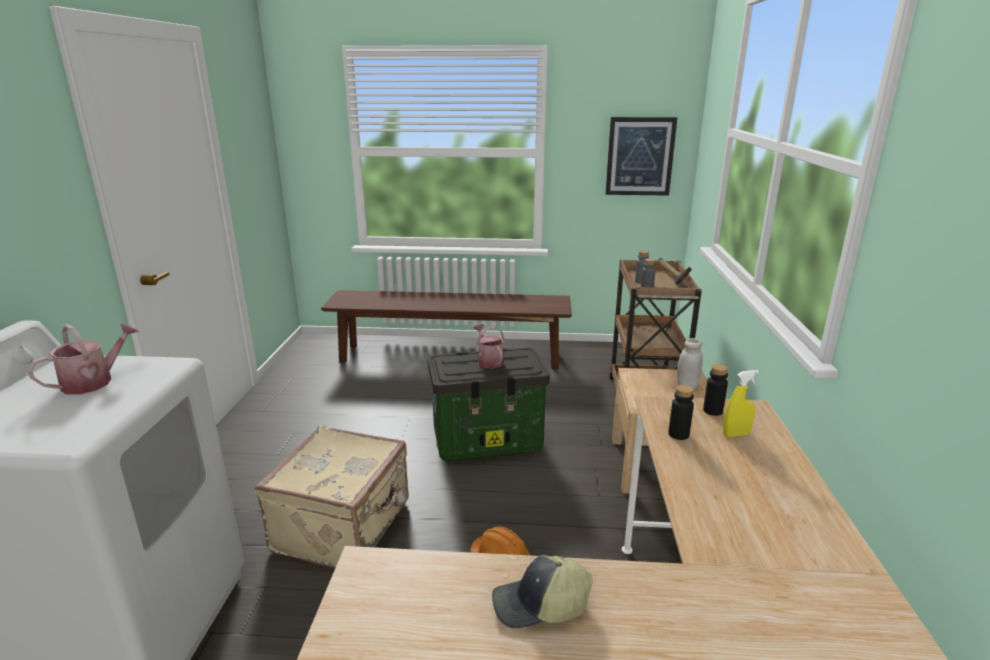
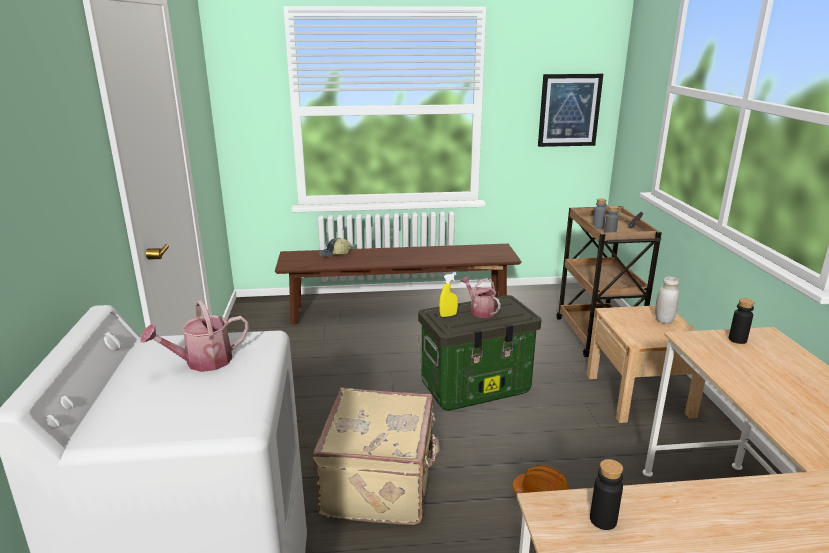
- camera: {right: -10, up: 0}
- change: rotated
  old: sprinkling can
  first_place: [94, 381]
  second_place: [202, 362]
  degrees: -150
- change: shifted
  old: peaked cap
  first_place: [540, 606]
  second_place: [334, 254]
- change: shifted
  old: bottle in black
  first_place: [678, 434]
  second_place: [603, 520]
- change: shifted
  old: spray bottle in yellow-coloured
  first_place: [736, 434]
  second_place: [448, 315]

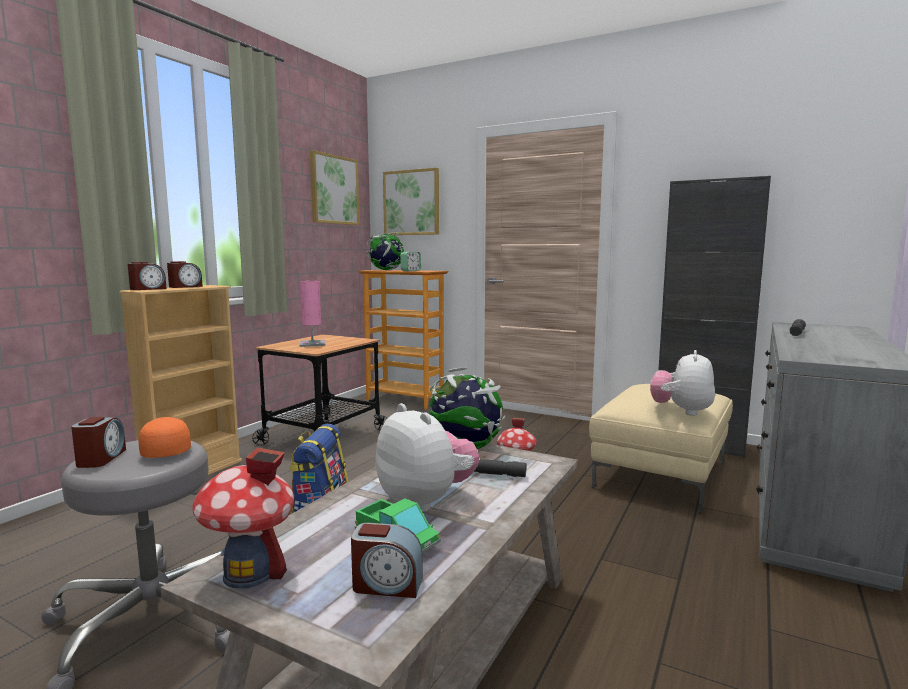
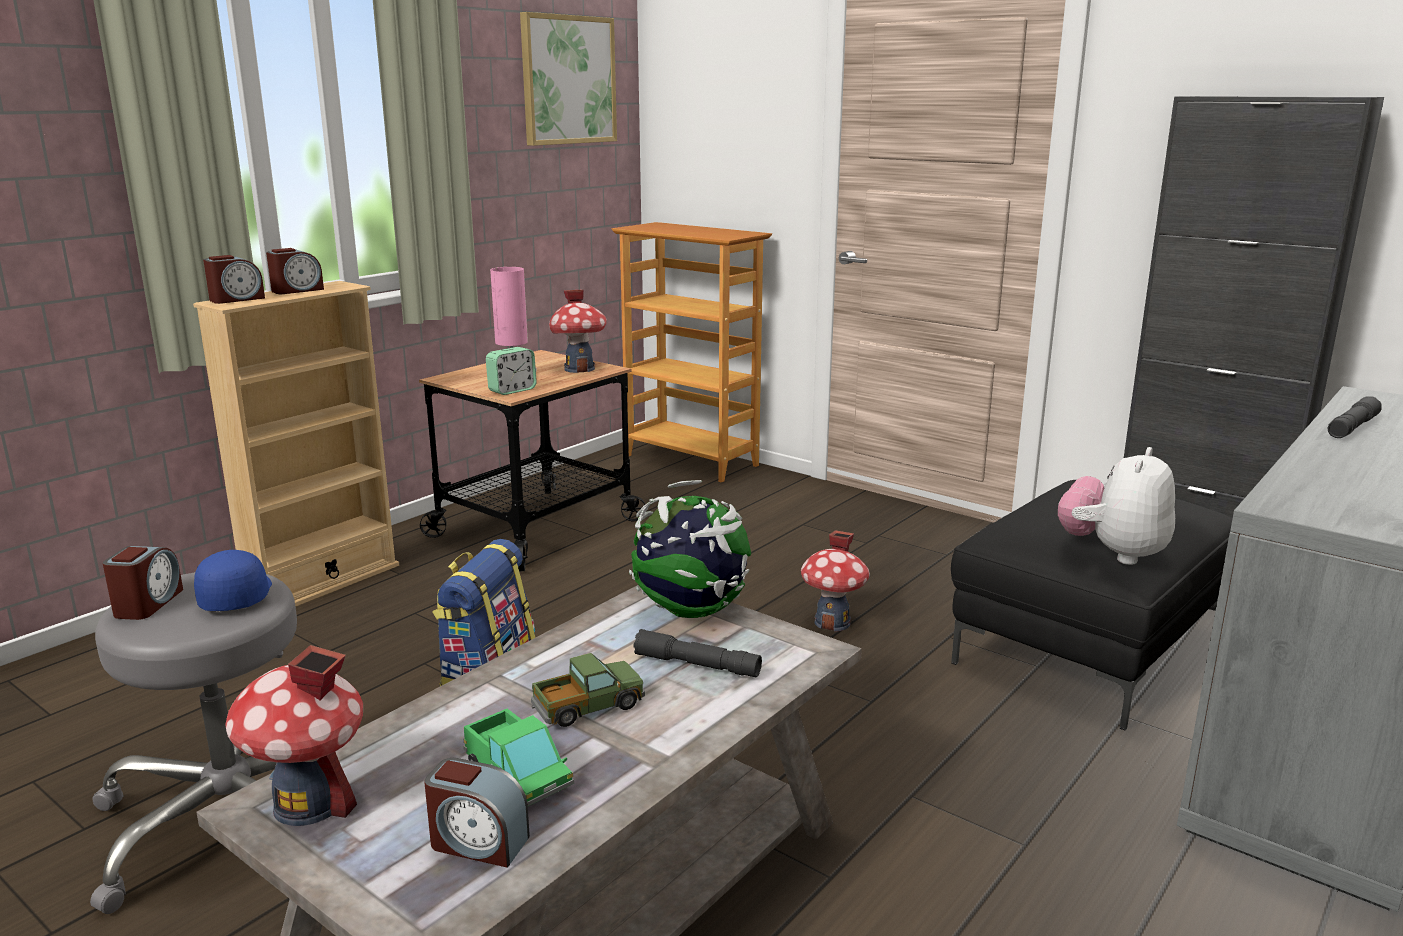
- camera: {right: 10, up: 10}
- change: repainted
  old: peaked cap in orangey
  new: peaked cap in bluish
  first_place: [166, 451]
  second_place: [235, 596]
- change: gone
  old: world globe
  first_place: [386, 270]
- change: swapped
  old: cuddly toy
  new: model truck
  first_place: [426, 501]
  second_place: [588, 707]
- change: gone
  old: wall art
  first_place: [411, 203]
- change: shifted
  old: bedside clock
  first_place: [410, 271]
  second_place: [512, 390]
- change: repainted
  old: footrest in beige-coloured
  new: footrest in black
  first_place: [662, 475]
  second_place: [1089, 649]
- change: new
  new: miniature house
  second_place: [579, 369]

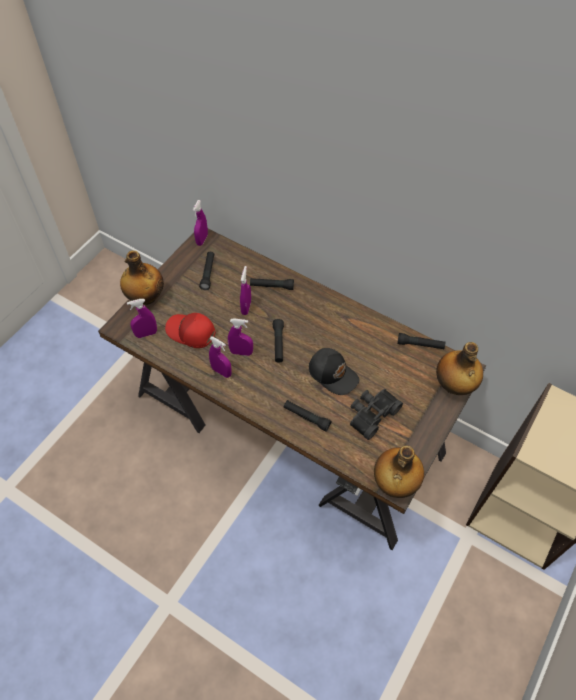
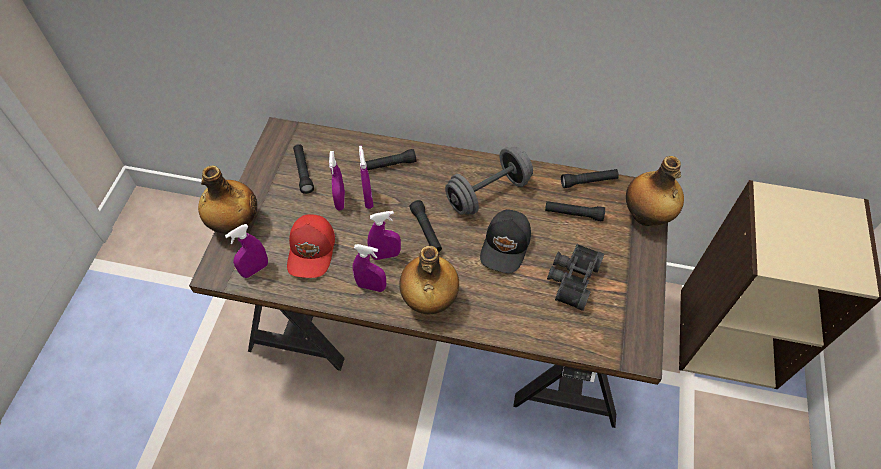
- camera: {right: -20, up: 0}
- change: rotated
  old: peaked cap in red
  first_place: [191, 333]
  second_place: [312, 250]
  degrees: -90
- change: shifted
  old: spray bottle in purplish
  first_place: [202, 239]
  second_place: [340, 201]
- change: shifted
  old: flashlight in black
  first_place: [306, 417]
  second_place: [573, 214]
- change: rotated
  old: peaked cap in black
  first_place: [333, 374]
  second_place: [506, 246]
  degrees: 90
- change: shifted
  old: bottle
  first_place: [394, 483]
  second_place: [429, 300]
- change: new
  new: free weight in gray
  second_place: [488, 193]

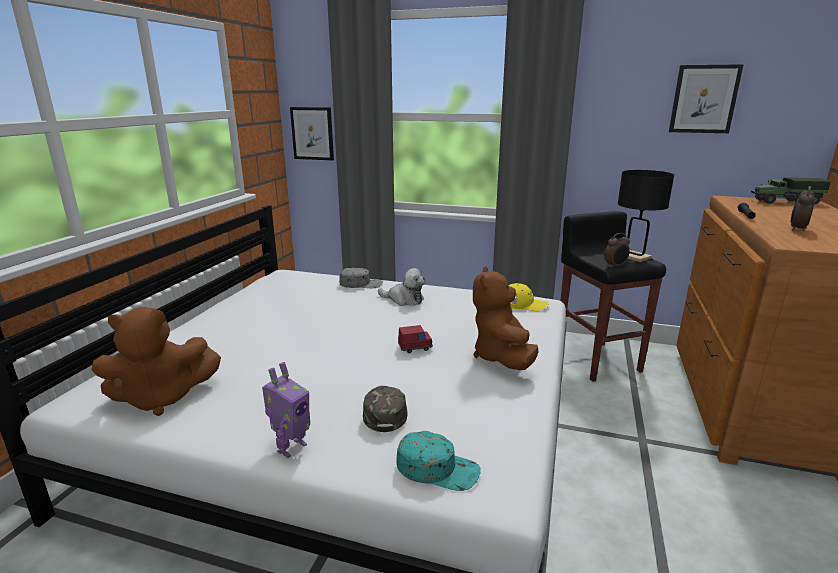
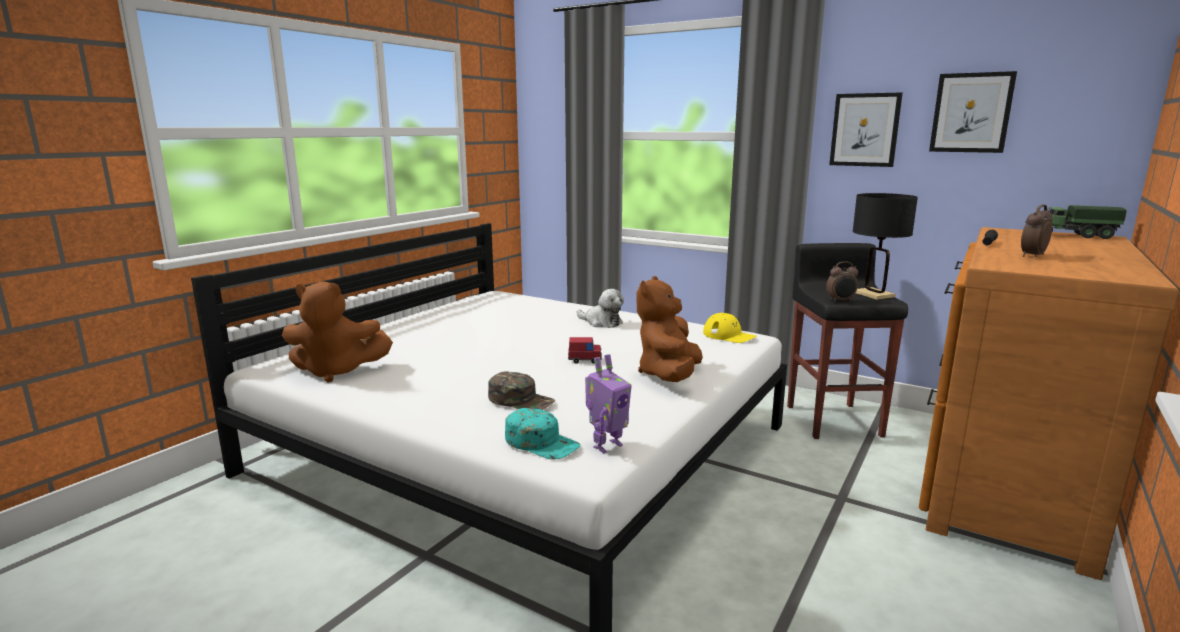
- camera: {right: 15, up: -5}
- change: shifted
  old: robot figure
  first_place: [290, 447]
  second_place: [606, 445]
- change: shifted
  old: wall art
  first_place: [312, 133]
  second_place: [865, 130]
- change: gone
  old: peaked cap in gray
  first_place: [361, 283]
- change: rotated
  old: peaked cap in greenish
  first_place: [384, 411]
  second_place: [521, 400]
  degrees: 105

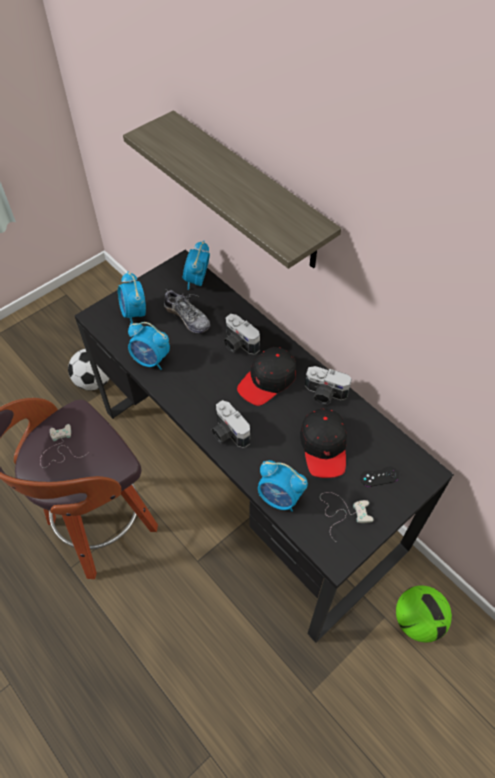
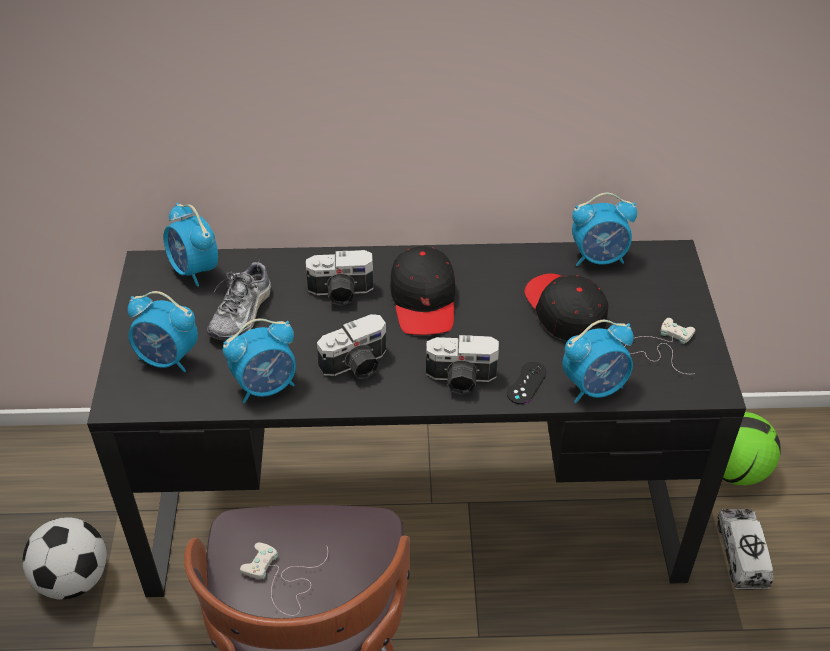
- camera: {right: -50, up: -10}
- change: gone
  old: wall shelf
  first_place: [250, 192]
- change: rotated
  old: low shoe
  first_place: [187, 317]
  second_place: [242, 313]
  degrees: 120
- change: rotated
  old: peaked cap in black
  first_place: [324, 447]
  second_place: [564, 311]
  degrees: -150
- change: shifted
  old: still camera
  first_place: [324, 394]
  second_place: [357, 365]
- change: shifted
  old: gamepad in black
  first_place: [379, 476]
  second_place: [526, 383]
- change: new
  new: bedside clock
  second_place: [599, 258]
- change: new
  new: model truck
  second_place: [741, 555]

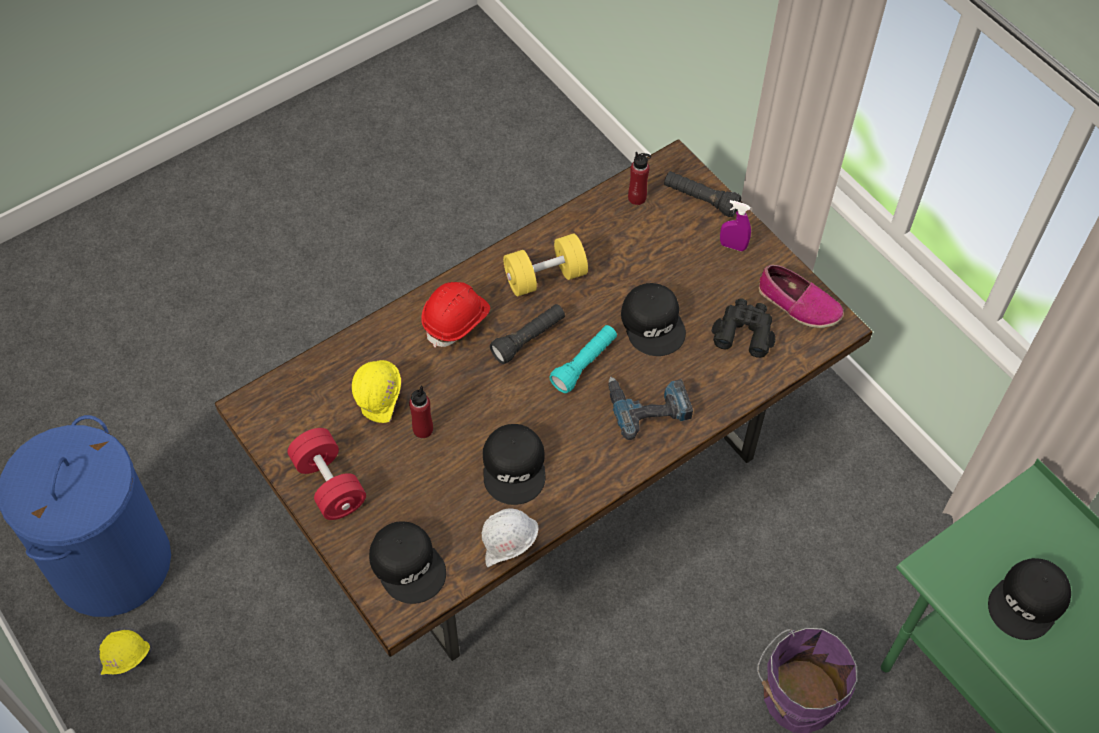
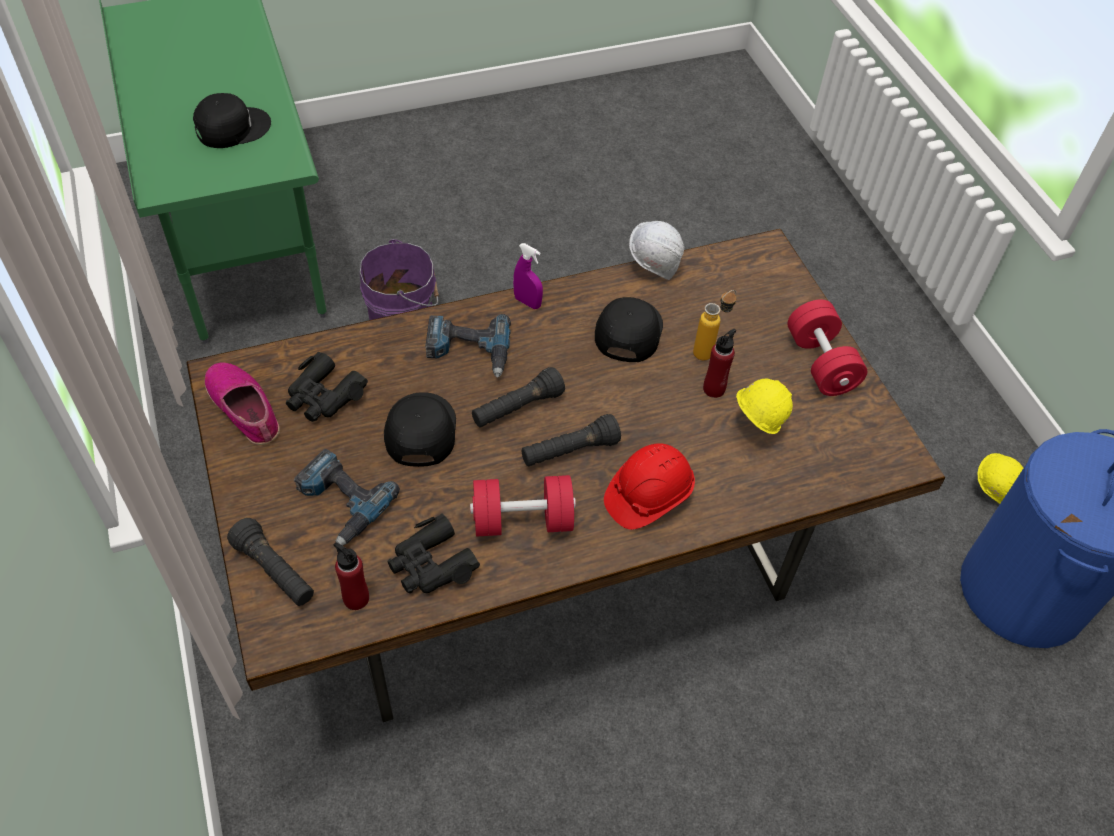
- camera: {right: -165, up: -5}
- change: gone
  old: peaked cap in black
  first_place: [408, 564]
- change: repainted
  old: free weight in yellow-coloured
  new: free weight in red
  first_place: [545, 277]
  second_place: [522, 520]
- change: repainted
  old: flashlight in turquoise
  new: flashlight in black
  first_place: [584, 364]
  second_place: [517, 408]
- change: shifted
  old: spray bottle in purplish
  first_place: [733, 246]
  second_place: [527, 302]
- change: new
  new: electric drill
  second_place: [340, 503]
- change: new
  new: field glasses in black
  second_place: [431, 564]
- change: new
  new: bottle
  second_place: [709, 350]

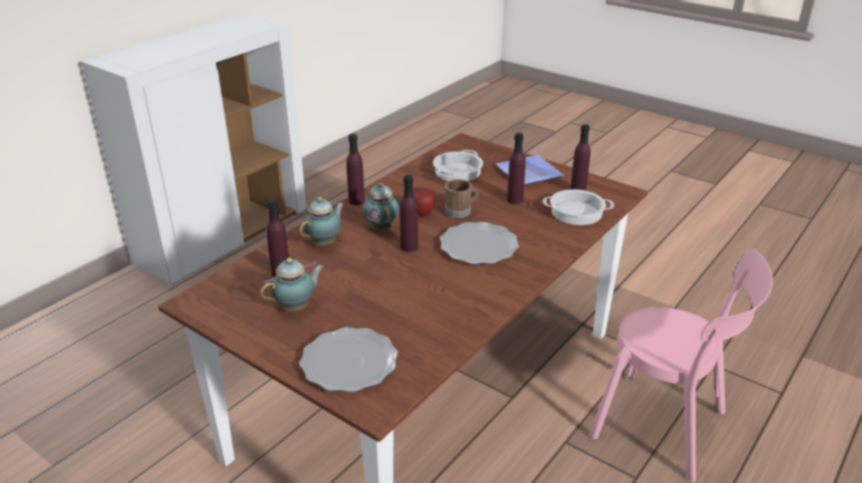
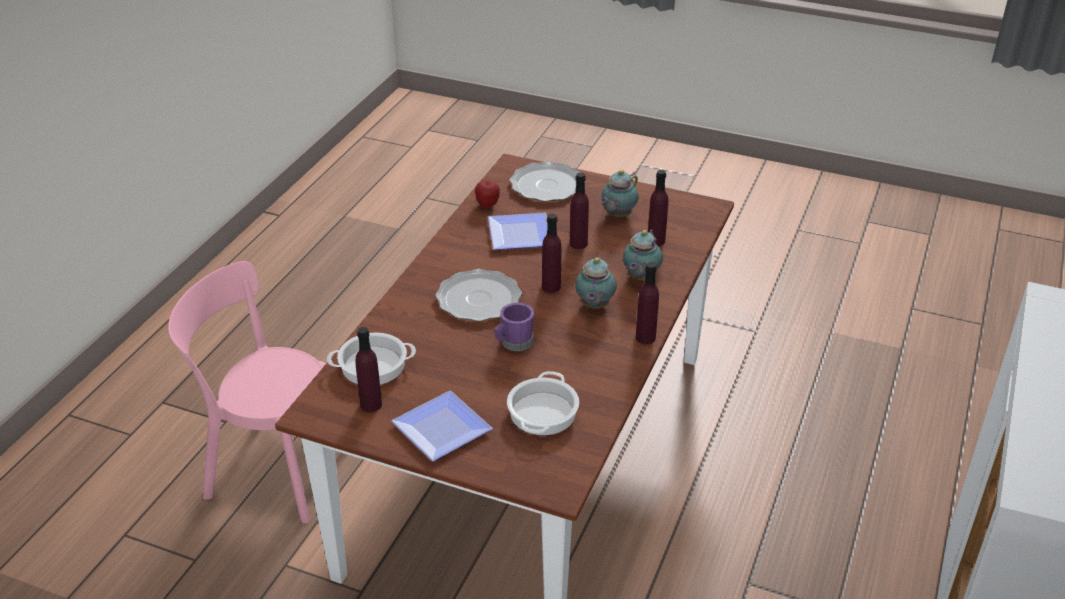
- camera: {right: 165, up: 5}
- change: rotated
  old: teapot
  first_place: [381, 227]
  second_place: [594, 306]
  degrees: 45
- change: shifted
  old: apple
  first_place: [423, 214]
  second_place: [487, 205]
- change: repainted
  old: coffee mug in brownish
  new: coffee mug in purplish
  first_place: [461, 211]
  second_place: [514, 343]
- change: shifted
  old: bottle in purplish
  first_place: [514, 200]
  second_place: [578, 243]
- change: new
  new: dinner plate
  second_place: [522, 235]

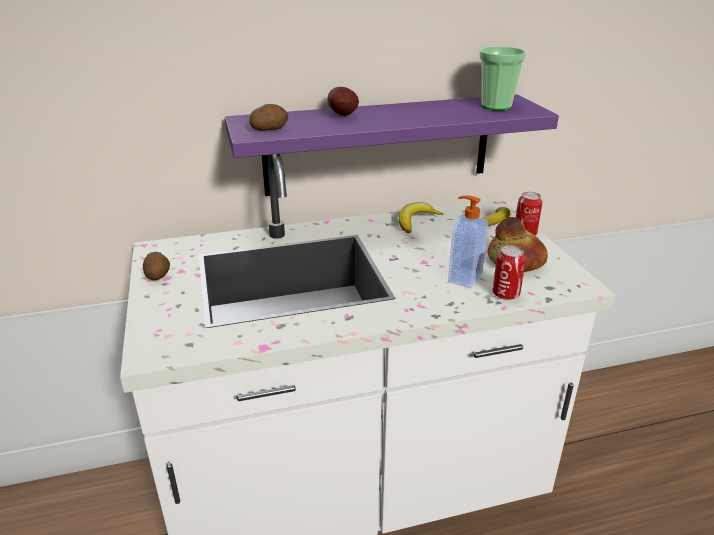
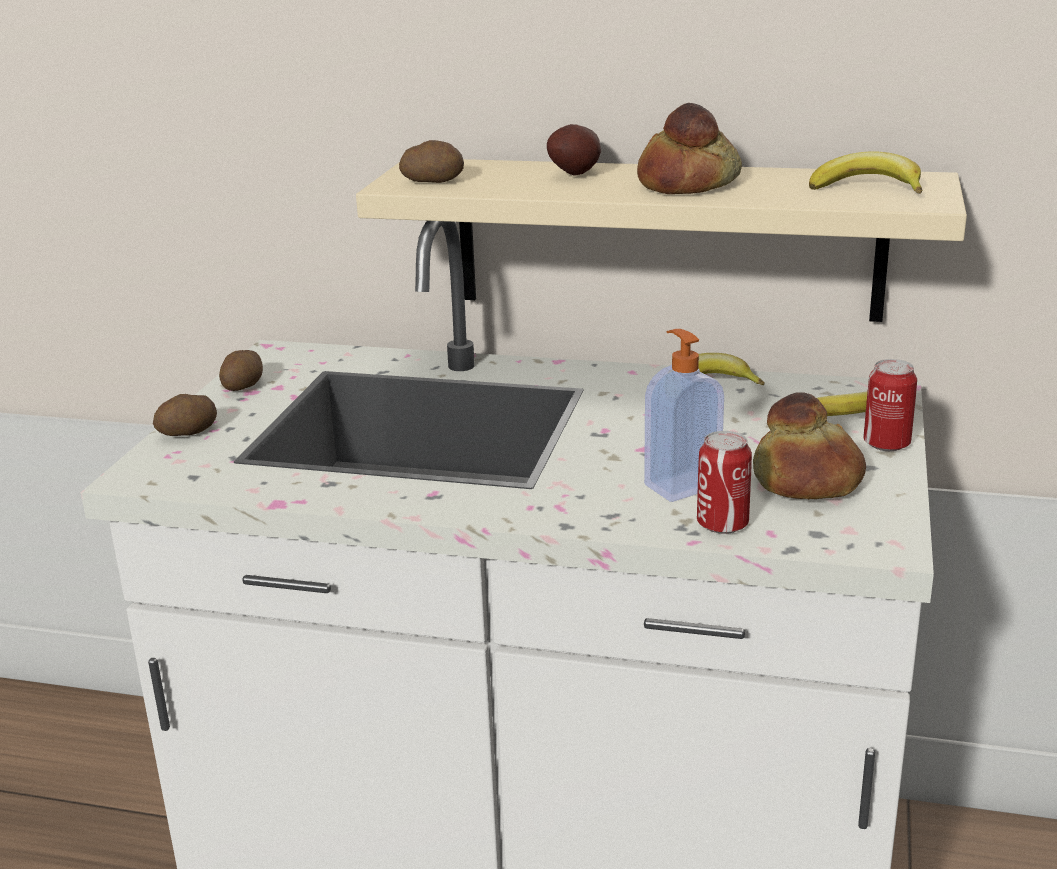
- camera: {right: 30, up: -5}
- change: repainted
  old: wall shelf in purplish
  new: wall shelf in beige-coloured
  first_place: [378, 145]
  second_place: [666, 238]
- change: swapped
  old: drinking cup
  new: banana fruit
  first_place: [496, 106]
  second_place: [868, 188]
- change: new
  new: whole potato
  second_place: [189, 433]
- change: new
  new: bakery bread
  second_place: [688, 184]

